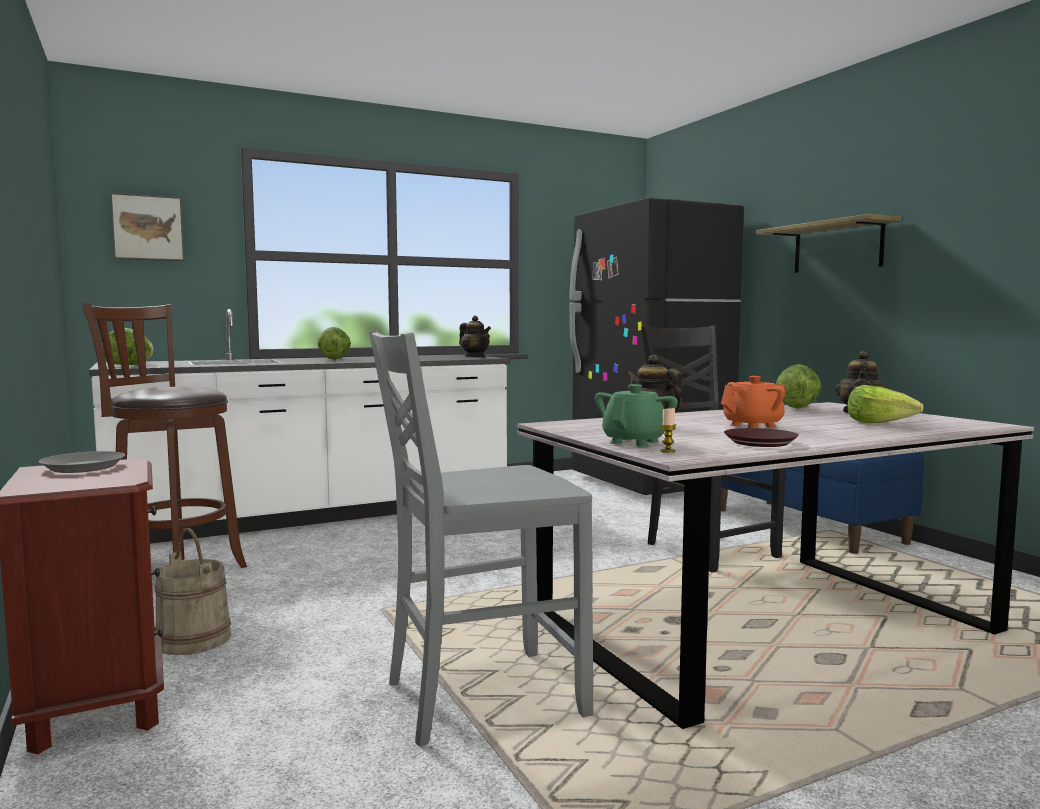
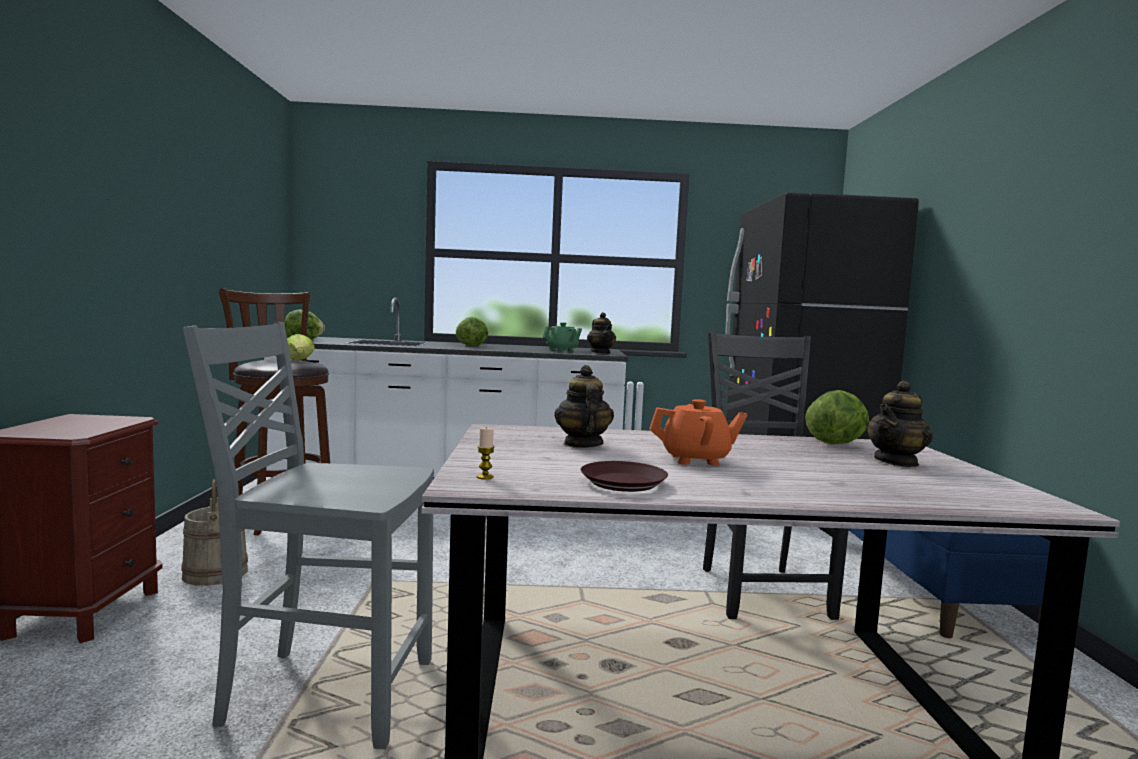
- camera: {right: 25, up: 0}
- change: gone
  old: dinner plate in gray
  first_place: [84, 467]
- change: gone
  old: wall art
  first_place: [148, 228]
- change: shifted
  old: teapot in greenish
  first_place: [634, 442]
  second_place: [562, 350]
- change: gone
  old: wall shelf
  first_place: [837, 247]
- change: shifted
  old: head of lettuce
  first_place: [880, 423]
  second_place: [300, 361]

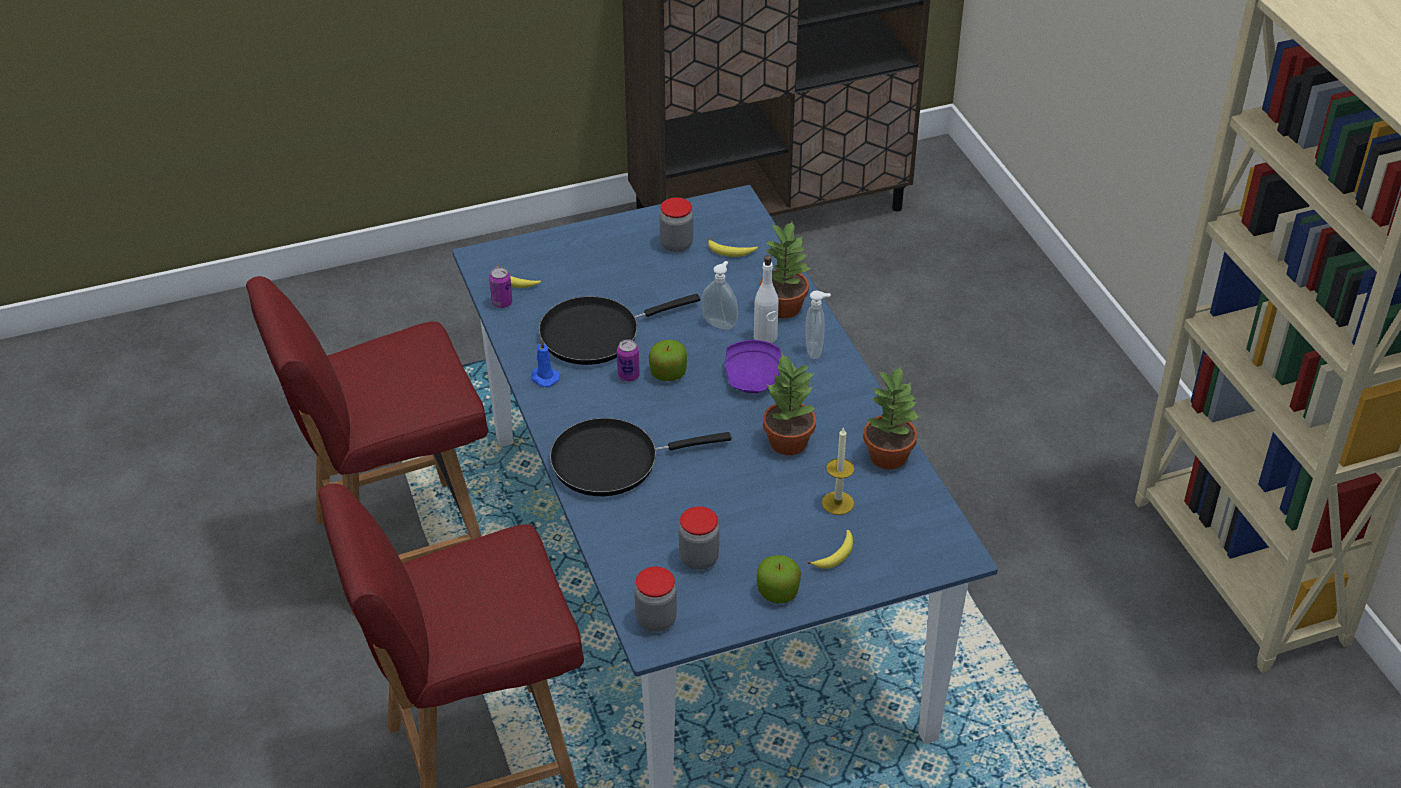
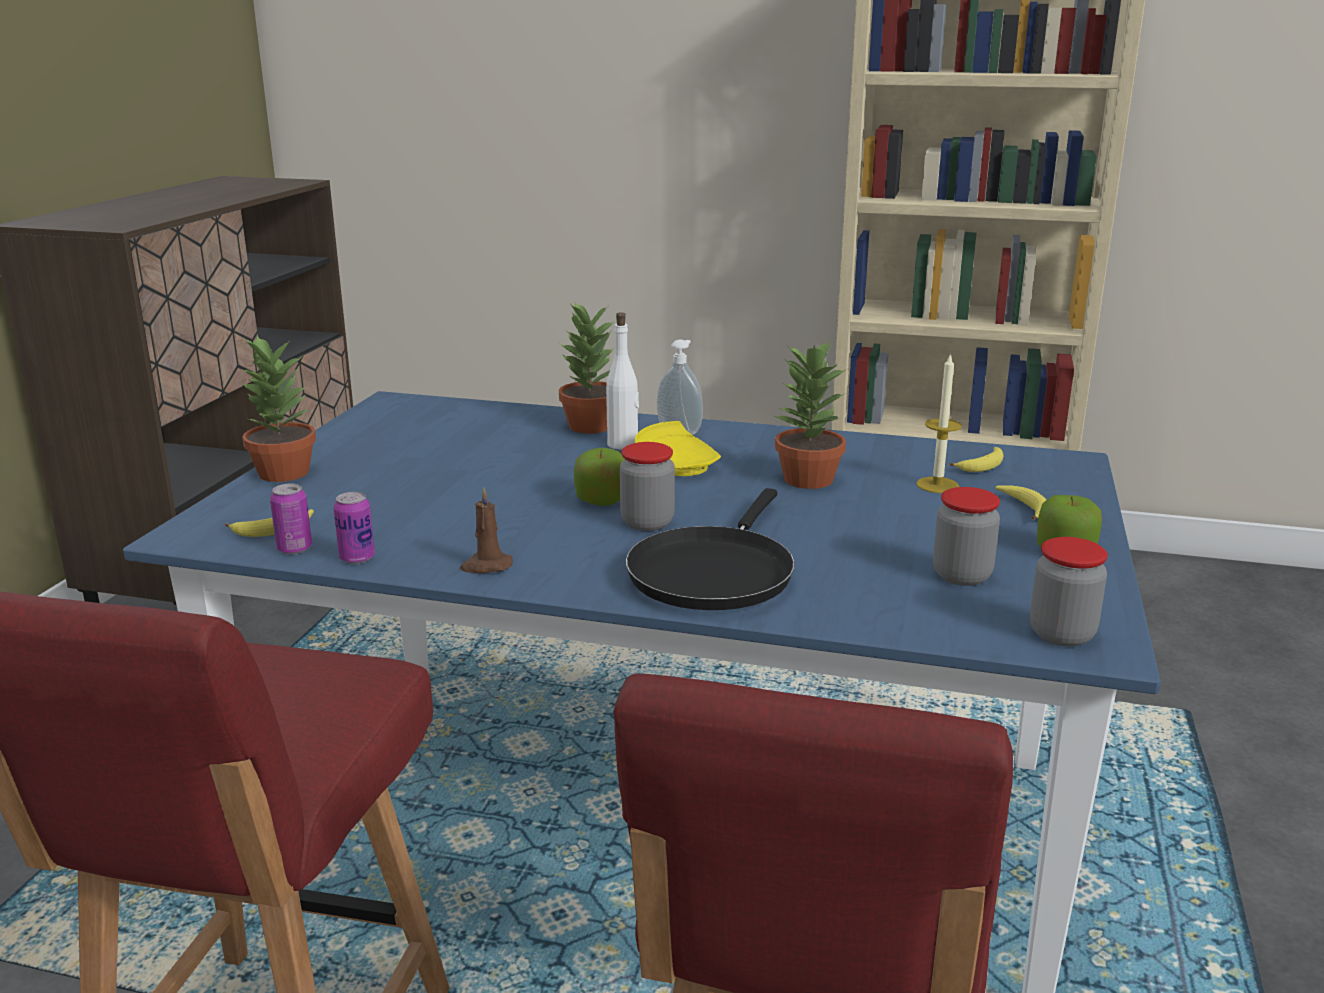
- camera: {right: -55, up: -20}
- change: repainted
  old: wax light in bluish
  new: wax light in brownish
  first_place: [544, 378]
  second_place: [486, 566]
- change: gone
  old: pan in black
  first_place: [596, 334]
- change: shifted
  old: metal can
  first_place: [628, 376]
  second_place: [357, 558]
- change: shifted
  old: jar
  first_place: [676, 244]
  second_place: [647, 523]
- change: gone
  old: soap bottle
  first_place: [720, 323]
- change: shifted
  old: banana fruit
  first_place: [731, 252]
  second_place: [982, 466]
- change: repainted
  old: dinner plate in purplish
  new: dinner plate in yellow-coloured
  first_place: [753, 378]
  second_place: [678, 466]
- change: shifted
  old: potted plant
  first_place: [888, 455]
  second_place: [282, 472]

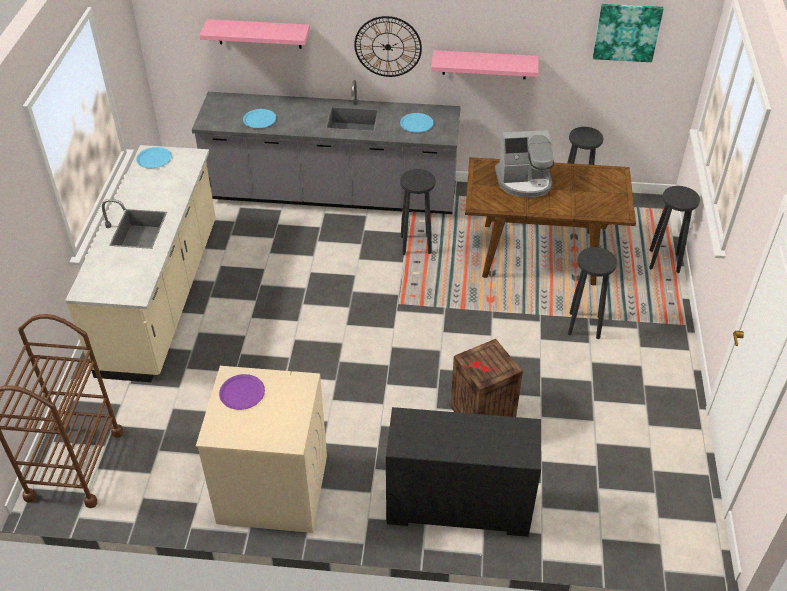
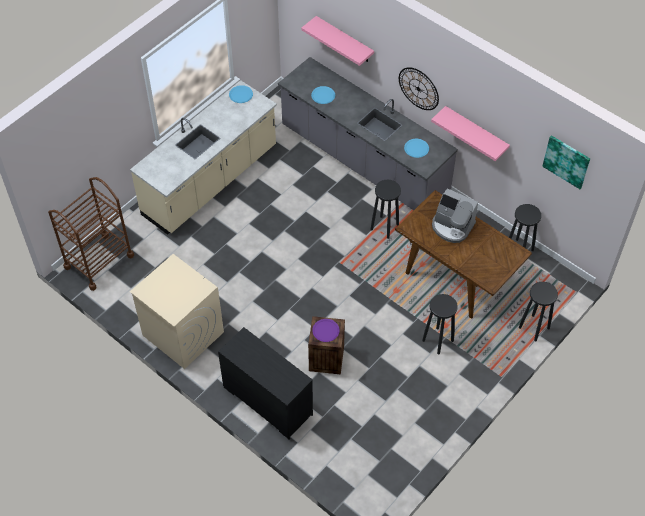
- camera: {right: 35, up: 10}
- change: shifted
  old: dinner plate in purplish
  first_place: [242, 392]
  second_place: [325, 330]

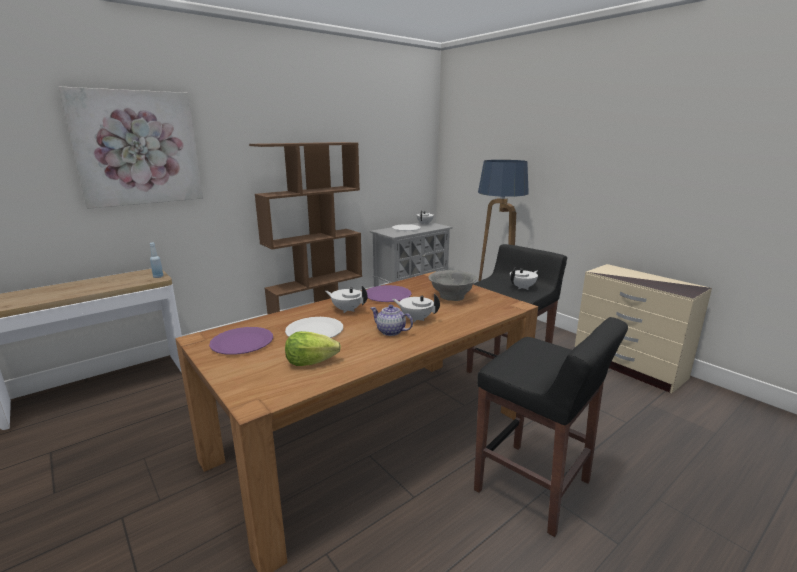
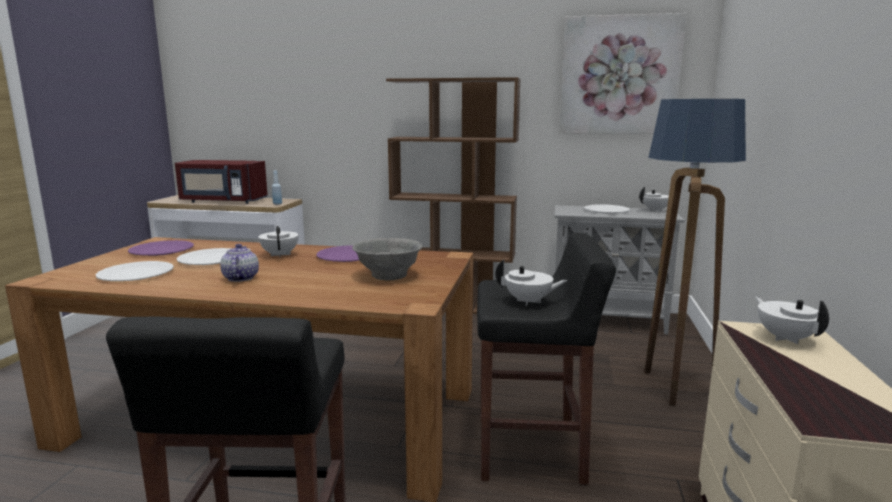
- camera: {right: 50, up: -5}
- change: shifted
  old: wall art
  first_place: [138, 148]
  second_place: [619, 75]
- change: swapped
  old: head of lettuce
  new: dinner plate in white-coloured
  first_place: [310, 362]
  second_place: [136, 273]
- change: shifted
  old: teapot in white-coloured
  first_place: [416, 319]
  second_place: [785, 338]
- change: new
  new: microwave oven in red
  second_place: [222, 201]

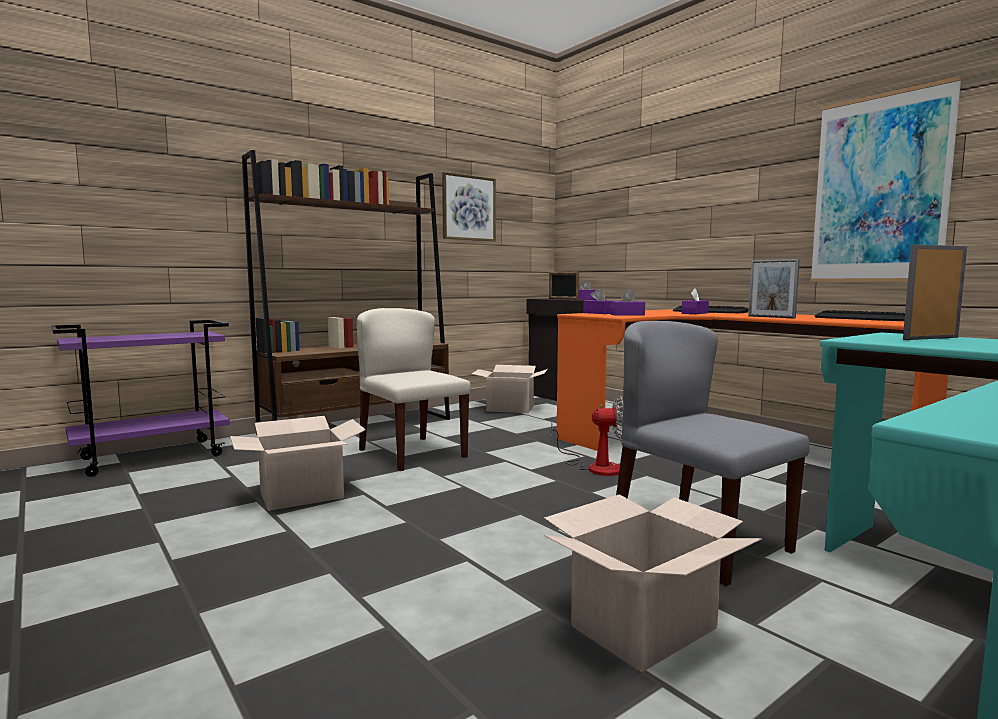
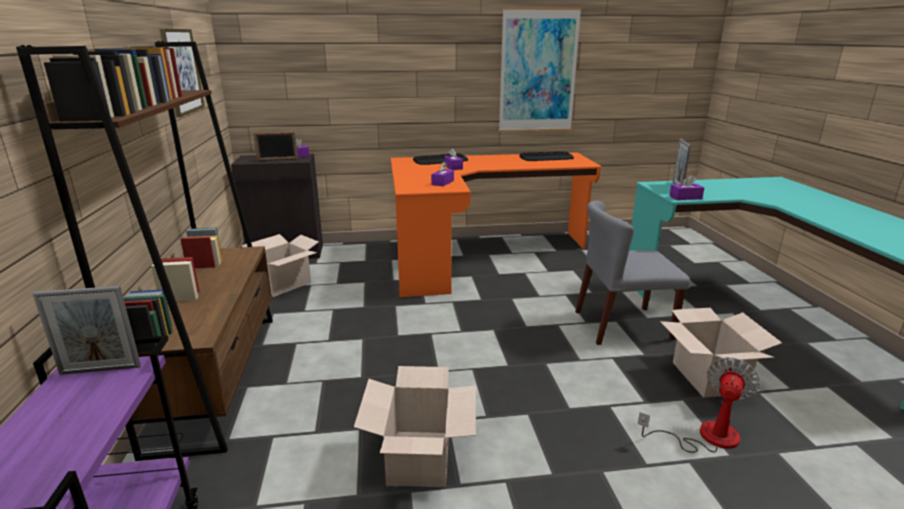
- camera: {right: -60, up: 15}
- change: gone
  old: upright chair in beige-coloured
  first_place: [411, 453]
- change: shifted
  old: electric fan
  first_place: [595, 467]
  second_place: [705, 436]
- change: shifted
  old: tissue box in purplish
  first_place: [599, 313]
  second_place: [685, 197]
- change: shifted
  old: standing frame
  first_place: [771, 317]
  second_place: [100, 370]

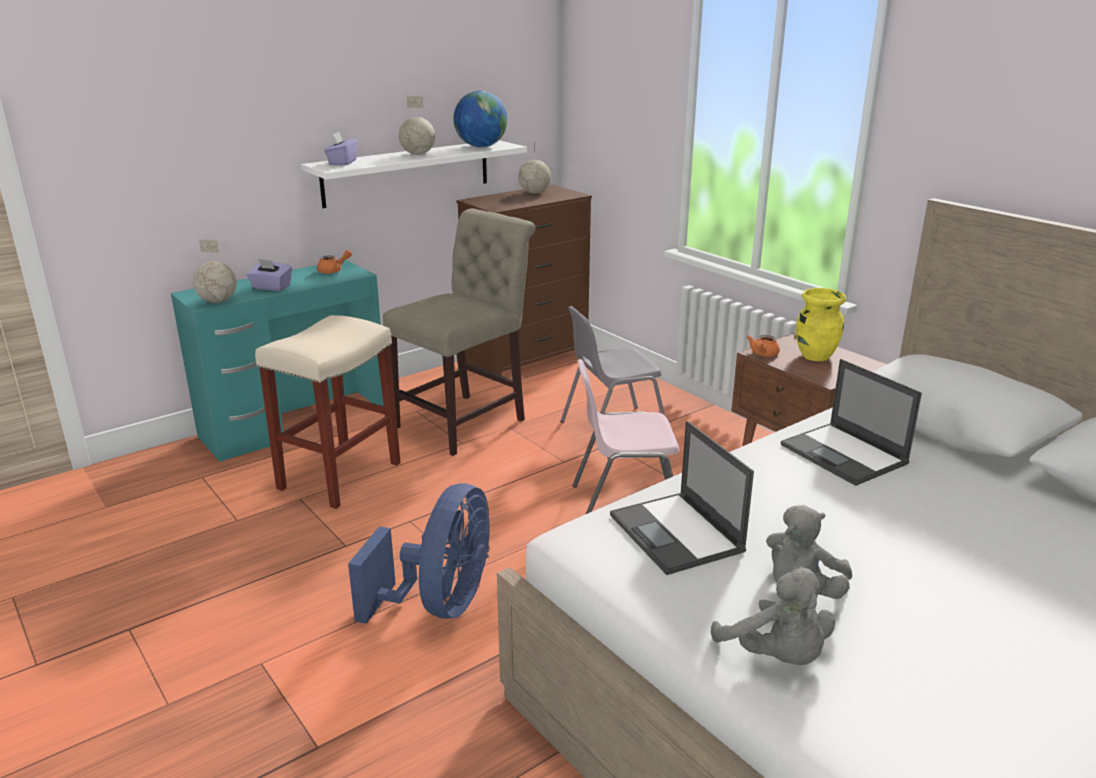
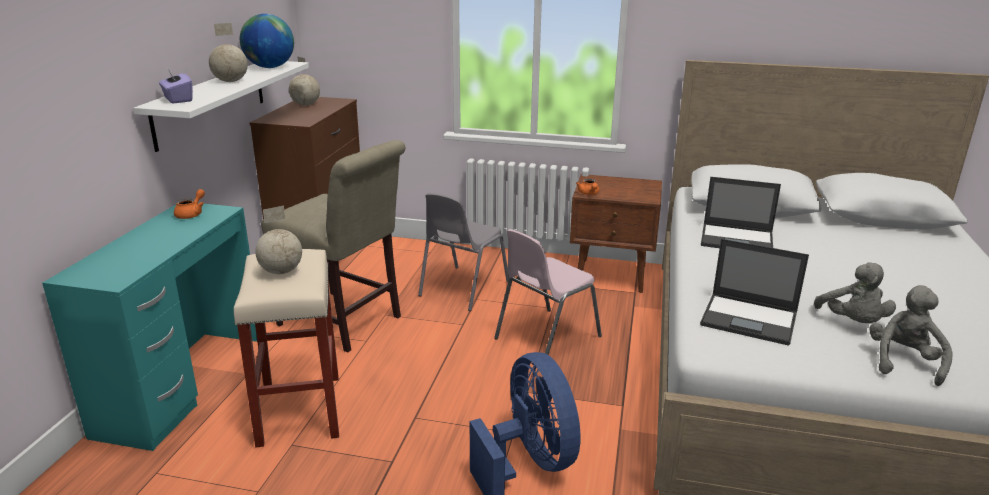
- camera: {right: -40, up: 0}
- change: shifted
  old: world globe
  first_place: [217, 301]
  second_place: [280, 271]
- change: gone
  old: tissue box in purplish
  first_place: [271, 287]
- change: rotated
  old: upright chair in beige-coloured
  first_place: [466, 421]
  second_place: [344, 323]
  degrees: 120
- change: rotated
  old: cuddly toy in gray
  first_place: [776, 656]
  second_place: [903, 361]
  degrees: -90
- change: gone
  old: vase in yellow-coloured
  first_place: [815, 356]

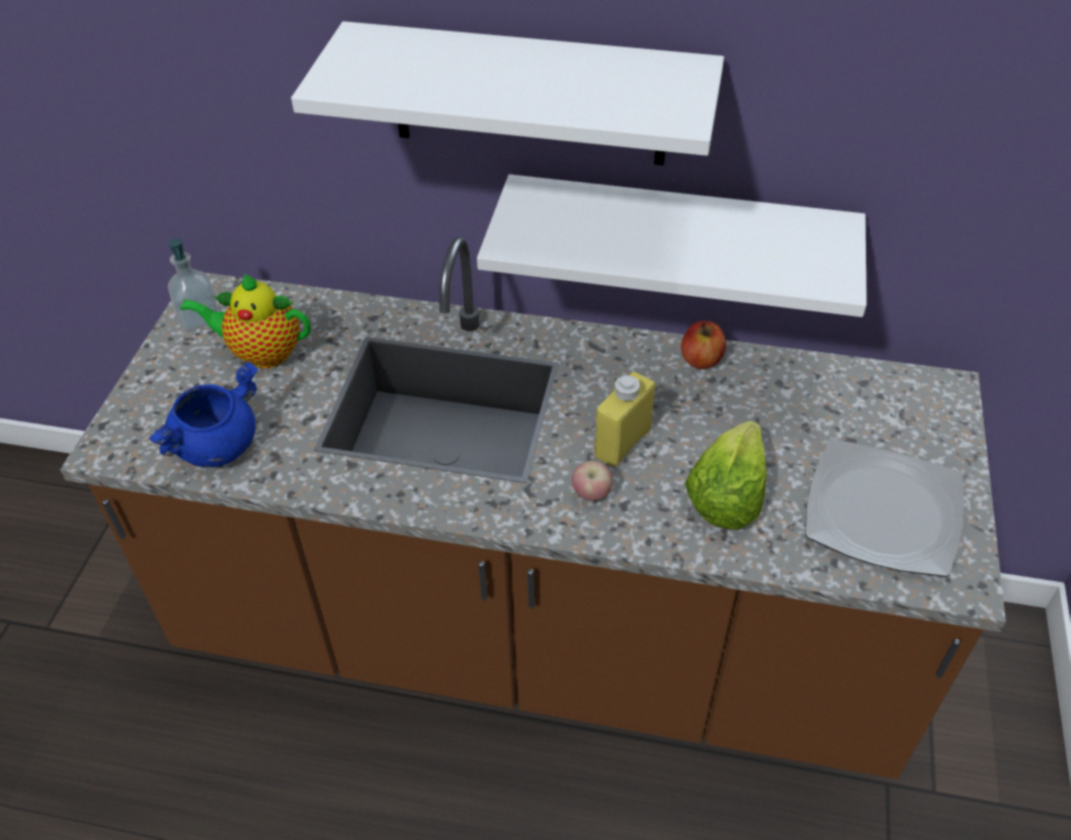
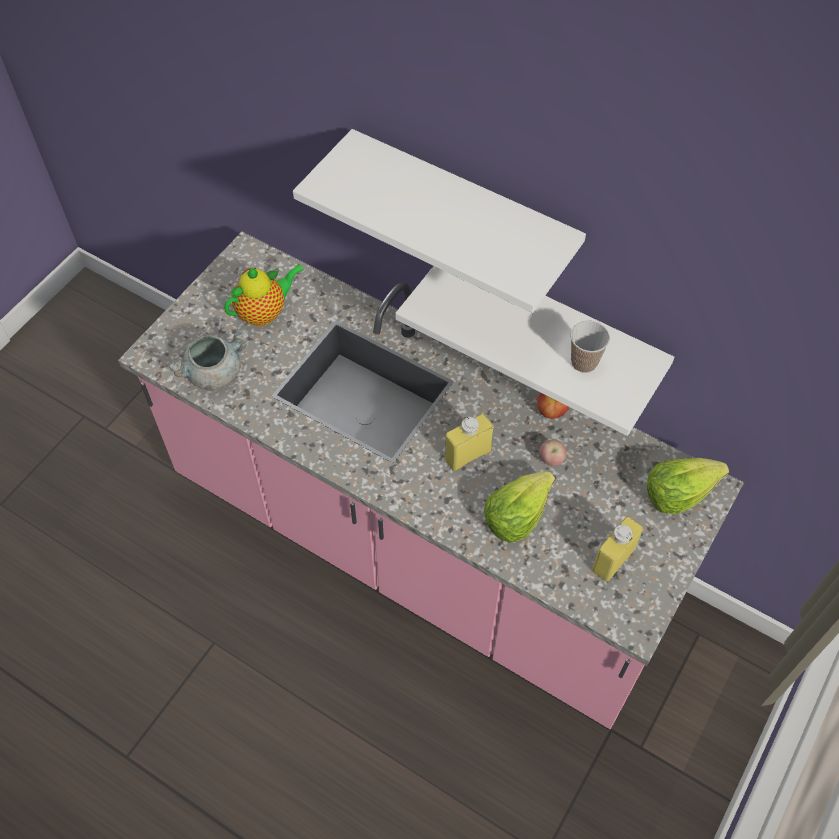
- camera: {right: 20, up: 10}
- change: repainted
  old: kitchen counter in brownish
  new: kitchen counter in pink
  first_place: [538, 635]
  second_place: [419, 544]
- change: repainted
  old: saucepot in bluish
  new: saucepot in gray
  first_place: [217, 445]
  second_place: [214, 373]
- change: gone
  old: soap bottle
  first_place: [200, 318]
- change: rotated
  old: teapot
  first_place: [262, 353]
  second_place: [265, 312]
  degrees: 120
- change: shifted
  old: apple
  first_place: [591, 494]
  second_place: [551, 460]
- change: swapped
  old: dinner plate
  new: bottle in yellow-coloured
  first_place: [881, 510]
  second_place: [613, 560]
- change: new
  new: drinking cup
  second_place: [584, 362]
- change: new
  new: head of lettuce
  second_place: [678, 492]

